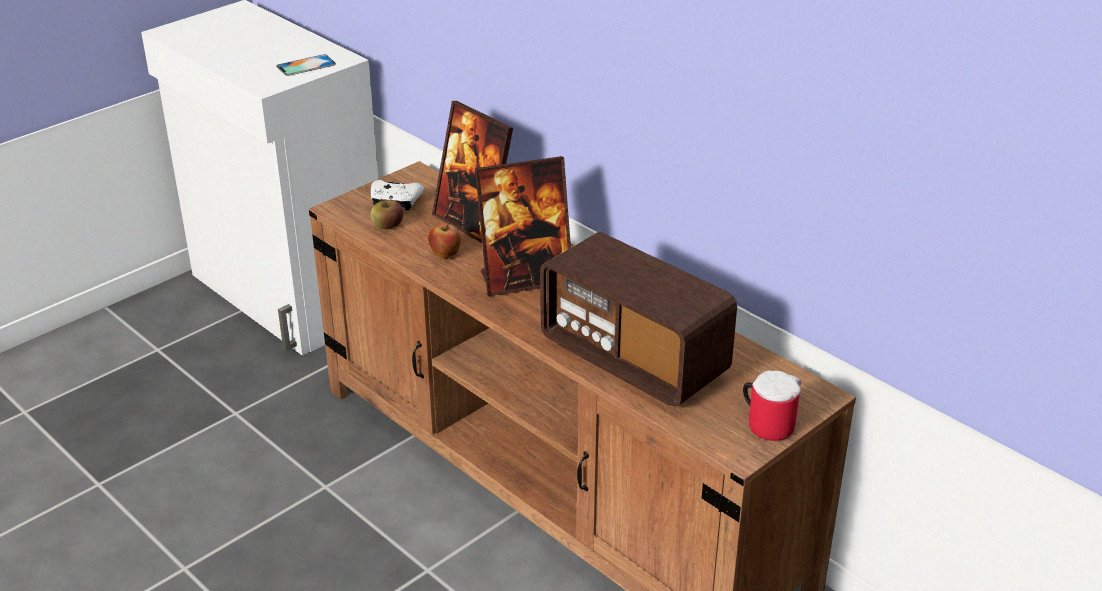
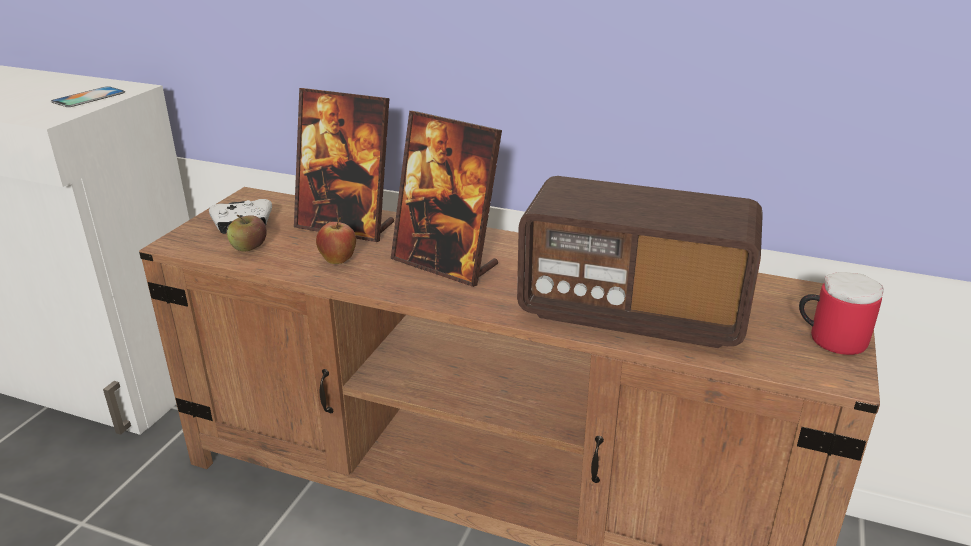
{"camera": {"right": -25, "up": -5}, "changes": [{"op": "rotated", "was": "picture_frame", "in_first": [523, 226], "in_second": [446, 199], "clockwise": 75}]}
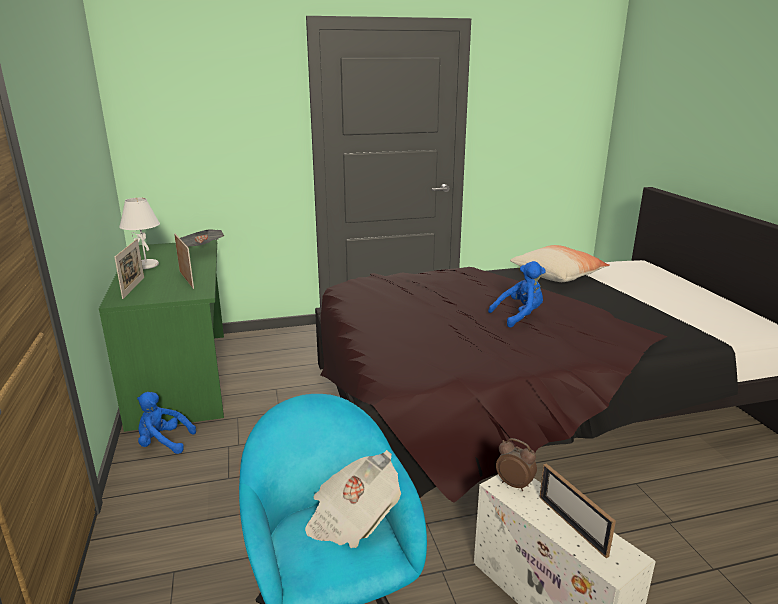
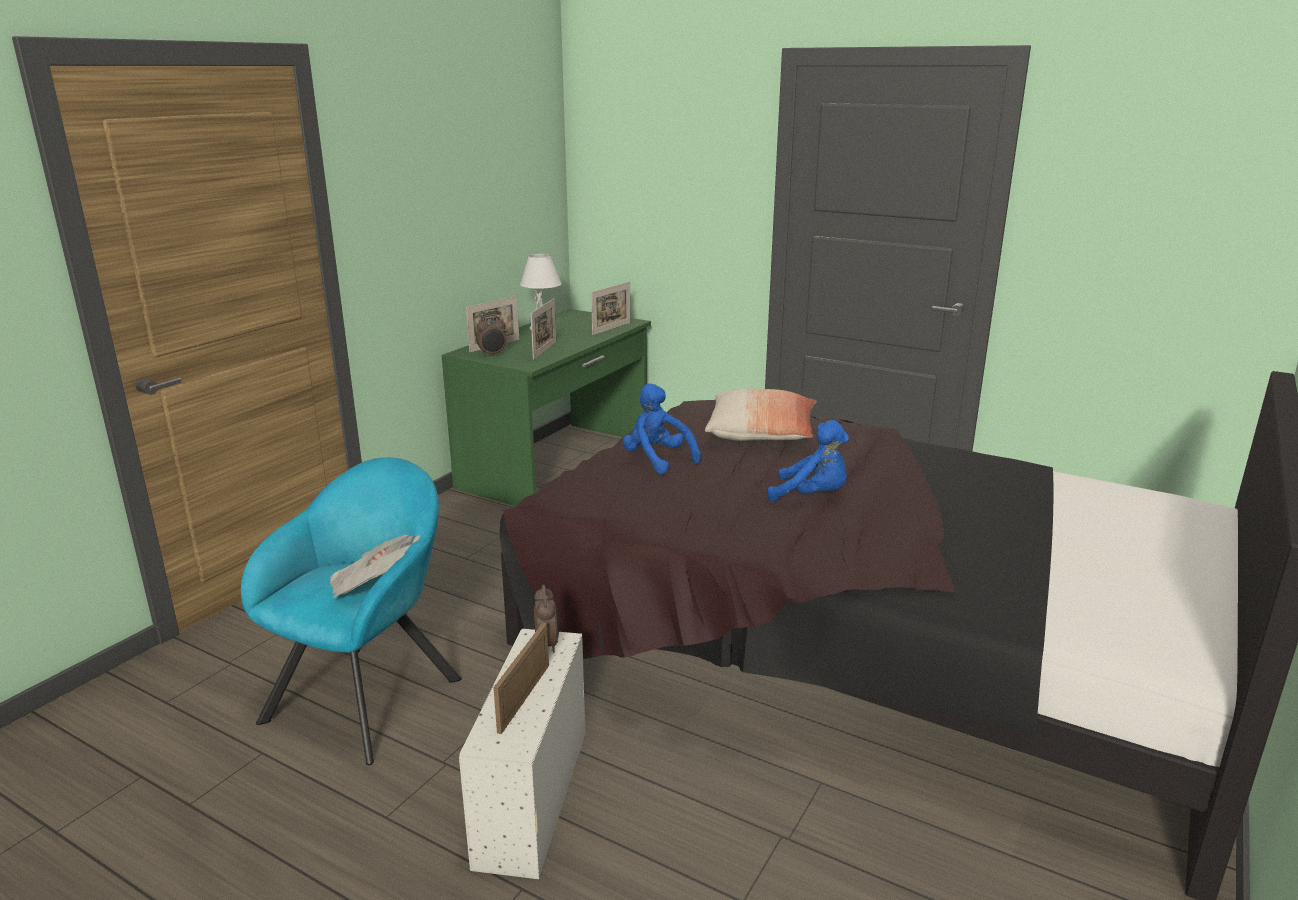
{"camera": {"right": 45, "up": 0}, "changes": [{"op": "shifted", "was": "blue_plush_toy", "in_first": [166, 423], "in_second": [661, 429]}, {"op": "swapped", "was": "newspaper", "now": "picture_frame", "in_first": [202, 238], "in_second": [610, 308]}, {"op": "shifted", "was": "pillow", "in_first": [560, 263], "in_second": [761, 415]}, {"op": "new", "now": "alarm_clock", "in_second": [491, 336]}]}
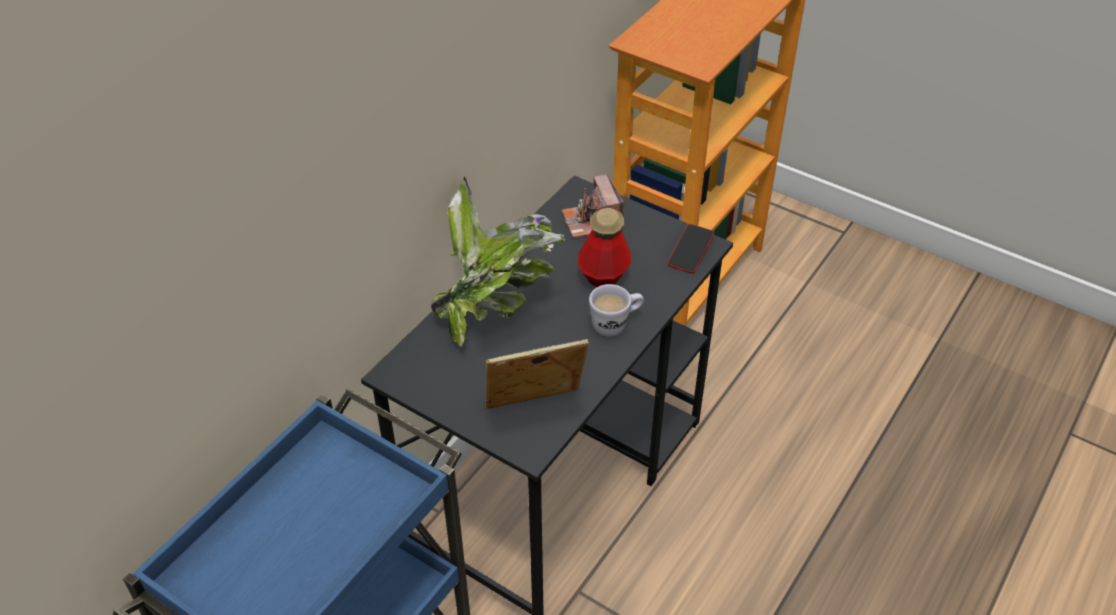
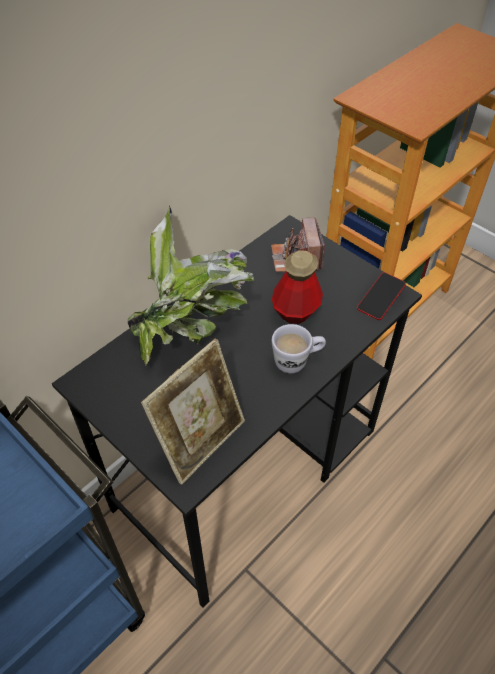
{"camera": {"right": 10, "up": 5}, "changes": [{"op": "rotated", "was": "picture_frame", "in_first": [537, 374], "in_second": [193, 412], "clockwise": 135}]}
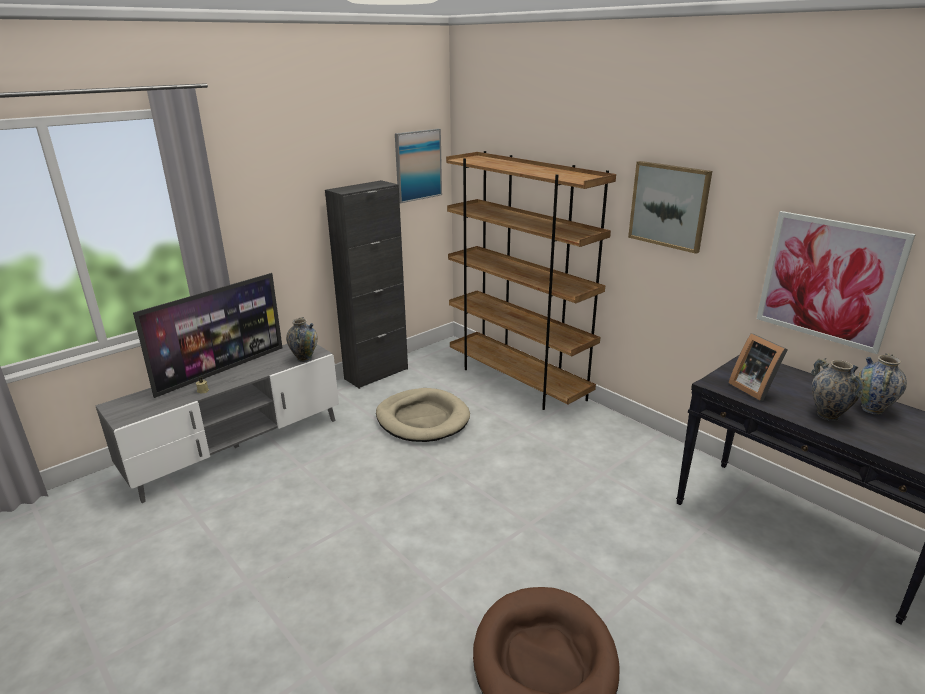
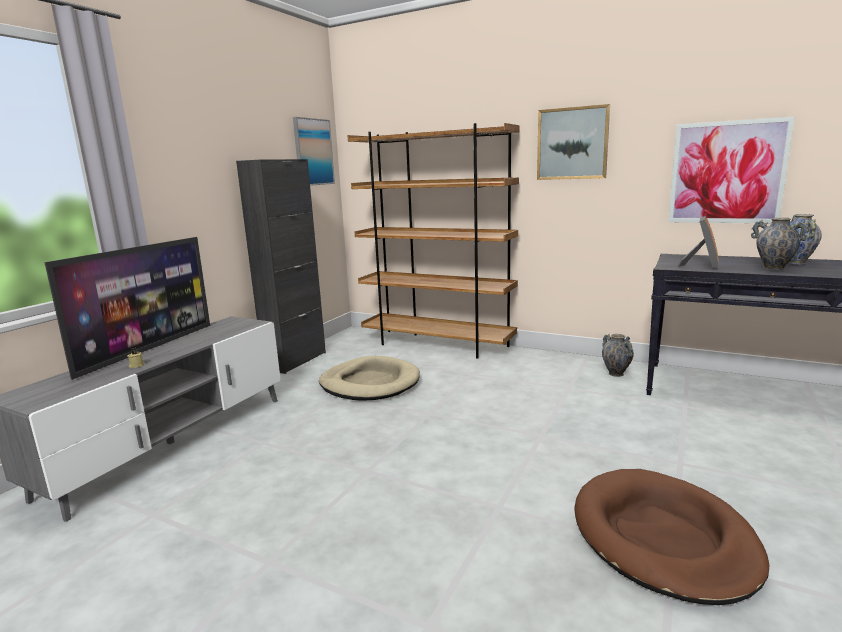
{"camera": {"right": -20, "up": -10}, "changes": [{"op": "shifted", "was": "vase", "in_first": [302, 339], "in_second": [618, 355]}, {"op": "rotated", "was": "picture_frame", "in_first": [758, 367], "in_second": [698, 242], "clockwise": -105}]}
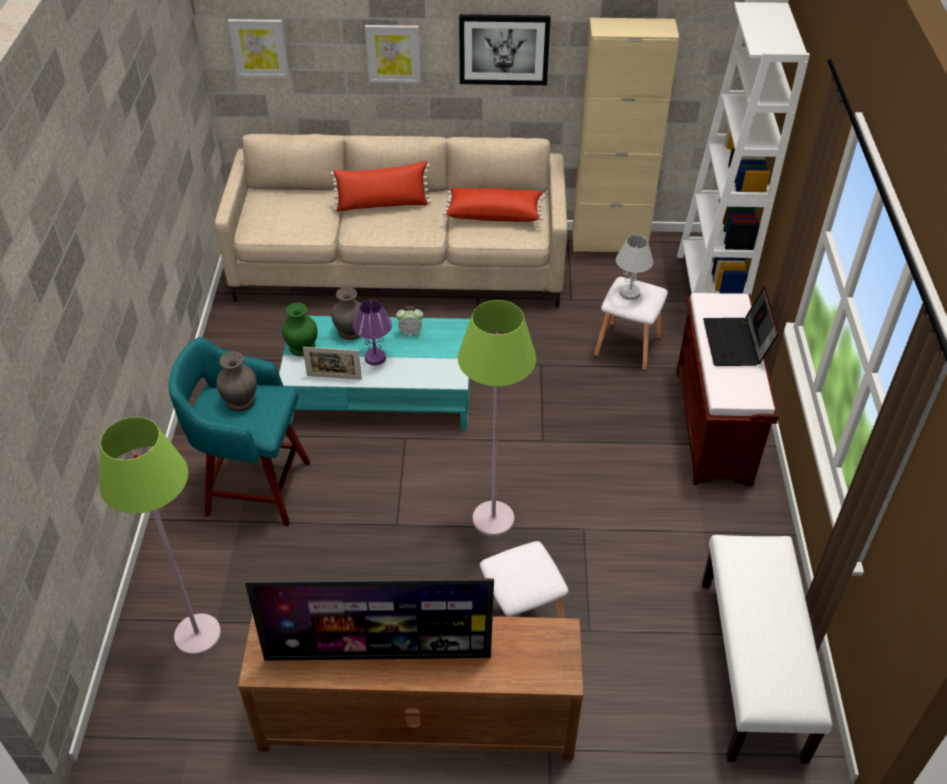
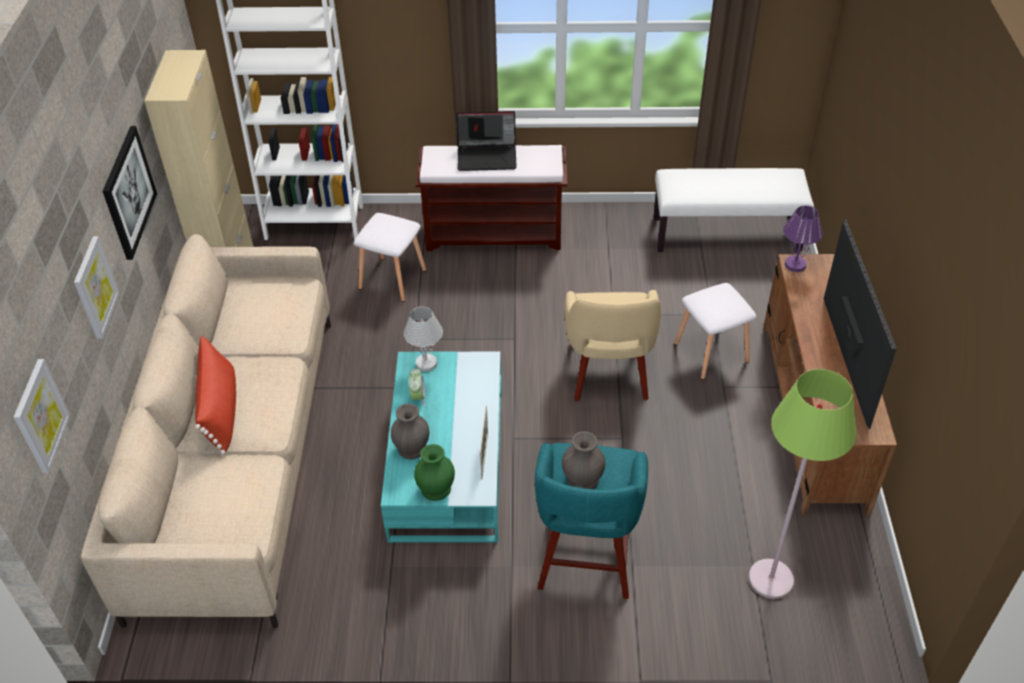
{"camera": {"right": -90, "up": 0}, "changes": [{"op": "shifted", "was": "purple_table_lamp", "in_first": [372, 332], "in_second": [803, 238]}, {"op": "gone", "was": "red_pillow", "in_first": [494, 205]}, {"op": "swapped", "was": "green_floor_lamp", "now": "beige_armchair", "in_first": [497, 418], "in_second": [612, 345]}, {"op": "shifted", "was": "white_table_lamp", "in_first": [634, 267], "in_second": [423, 339]}]}
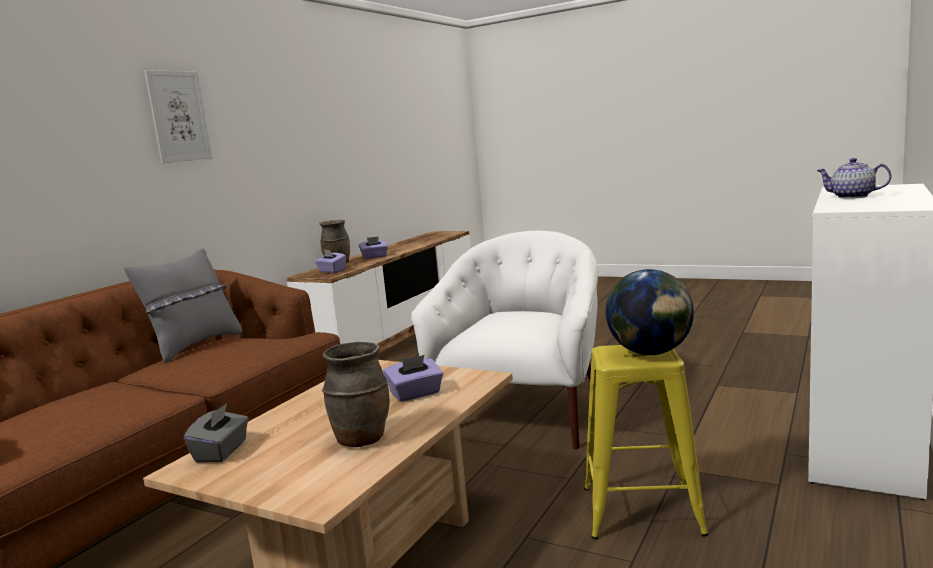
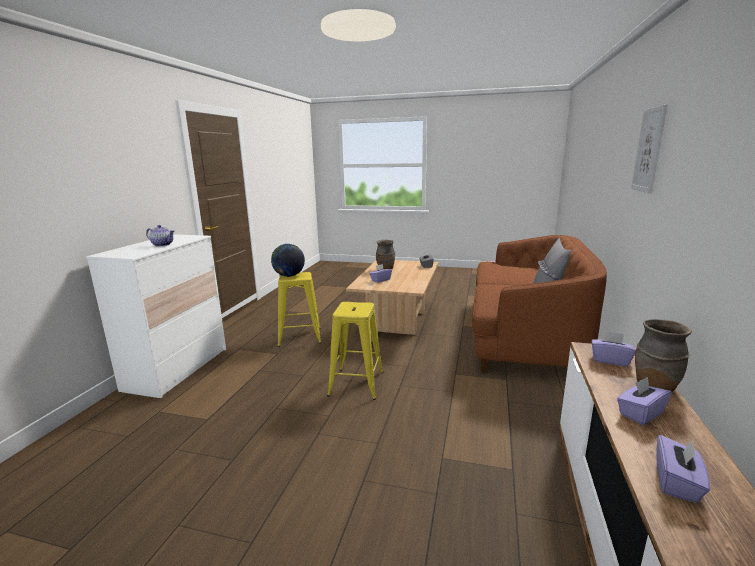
{"camera": {"right": 165, "up": 5}, "changes": [{"op": "swapped", "was": "white_armchair", "now": "yellow_stool", "in_first": [505, 340], "in_second": [355, 351]}, {"op": "new", "now": "purple_tissue_box", "in_second": [683, 469]}]}
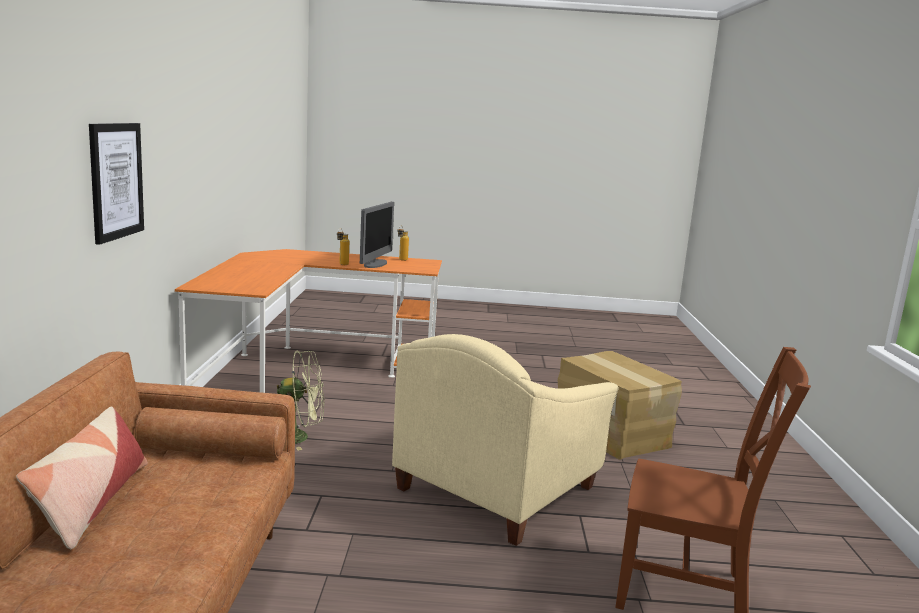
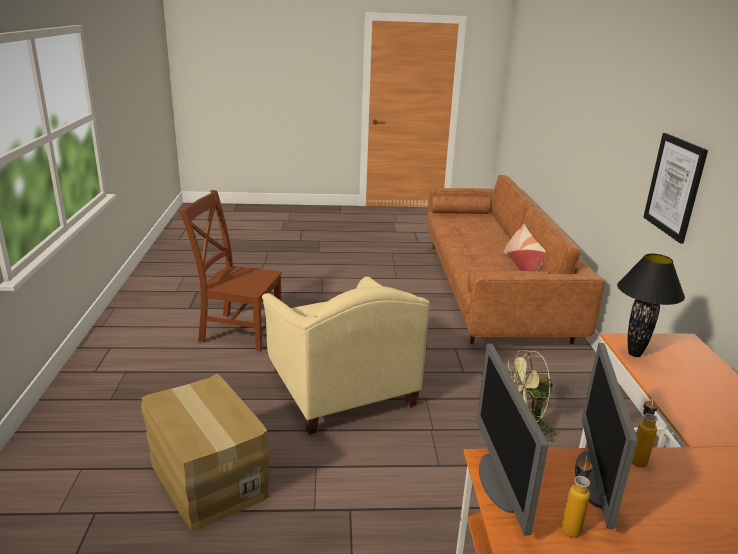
{"camera": {"right": 175, "up": 10}, "changes": [{"op": "rotated", "was": "beige_armchair", "in_first": [505, 440], "in_second": [346, 355], "clockwise": 120}, {"op": "new", "now": "monitor", "in_second": [512, 439]}, {"op": "new", "now": "black_table_lamp", "in_second": [651, 305]}]}
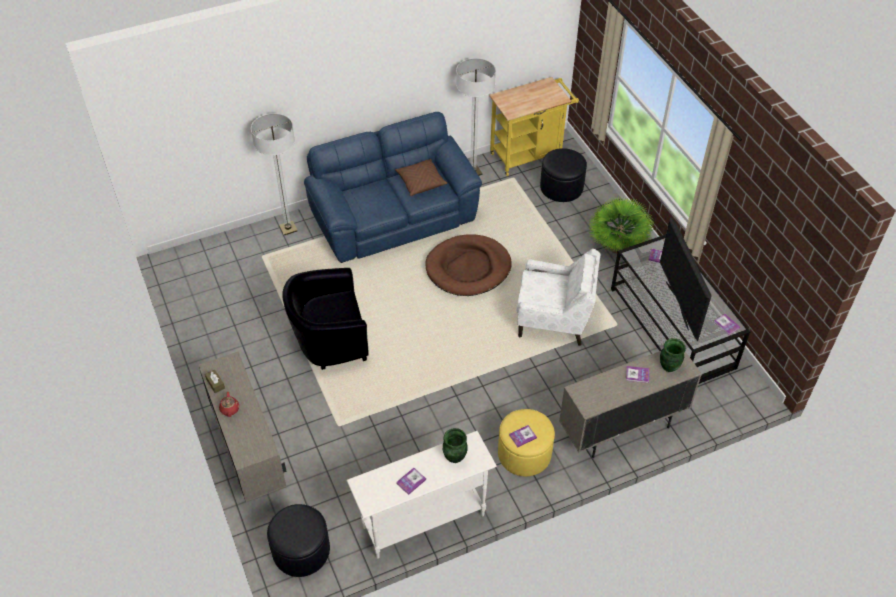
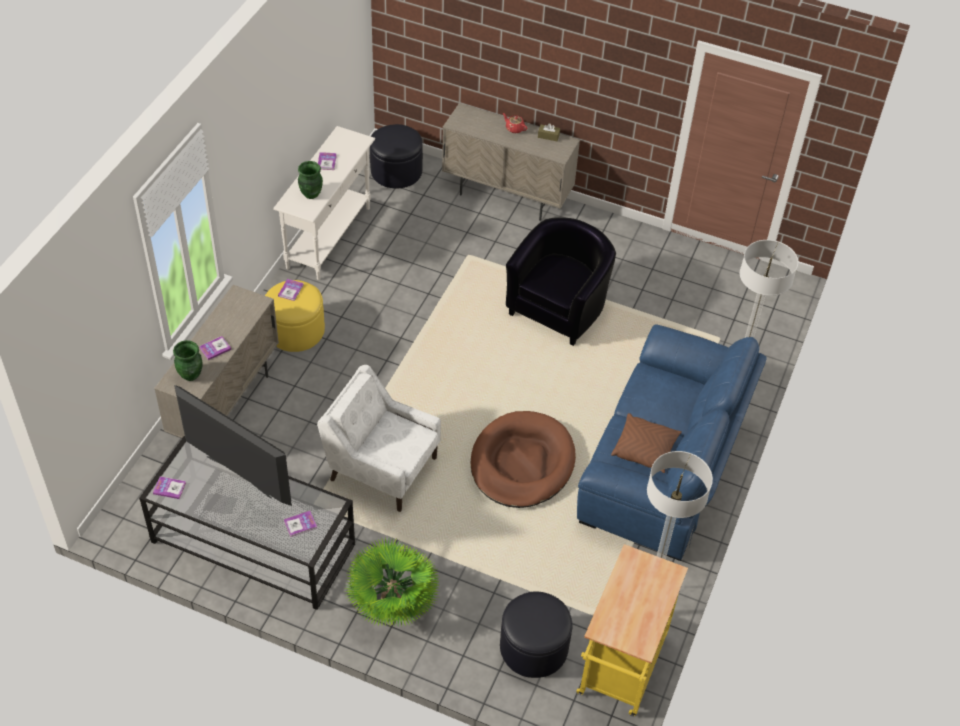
{"camera": {"right": 135, "up": 0}, "changes": [{"op": "rotated", "was": "white_armchair", "in_first": [558, 297], "in_second": [379, 438], "clockwise": 60}]}
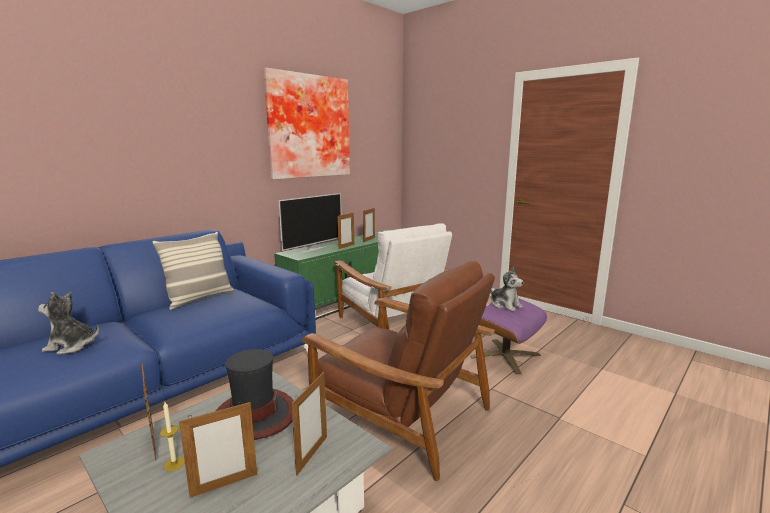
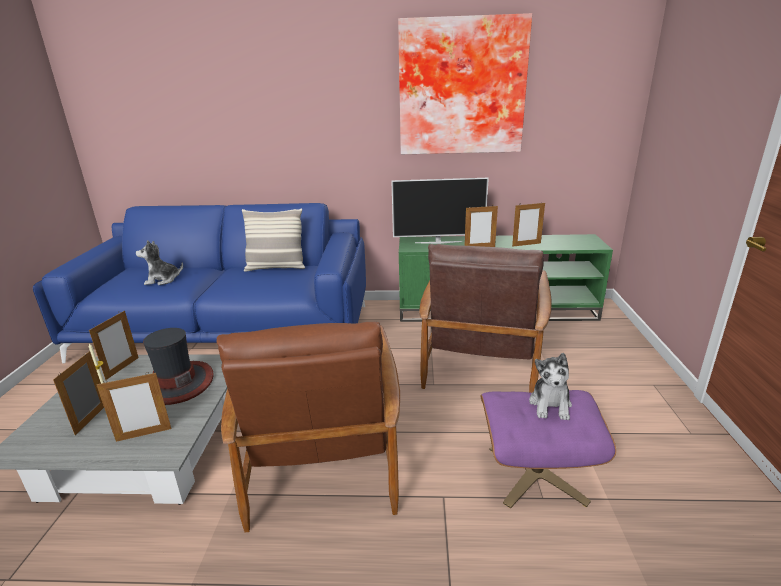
{"camera": {"right": 50, "up": 10}, "changes": [{"op": "rotated", "was": "plush_toy", "in_first": [68, 323], "in_second": [159, 262], "clockwise": -60}, {"op": "rotated", "was": "picture_frame", "in_first": [218, 450], "in_second": [78, 393], "clockwise": 75}, {"op": "repainted", "was": "white_armchair", "now": "brown_armchair", "in_first": [392, 276], "in_second": [485, 318]}]}
